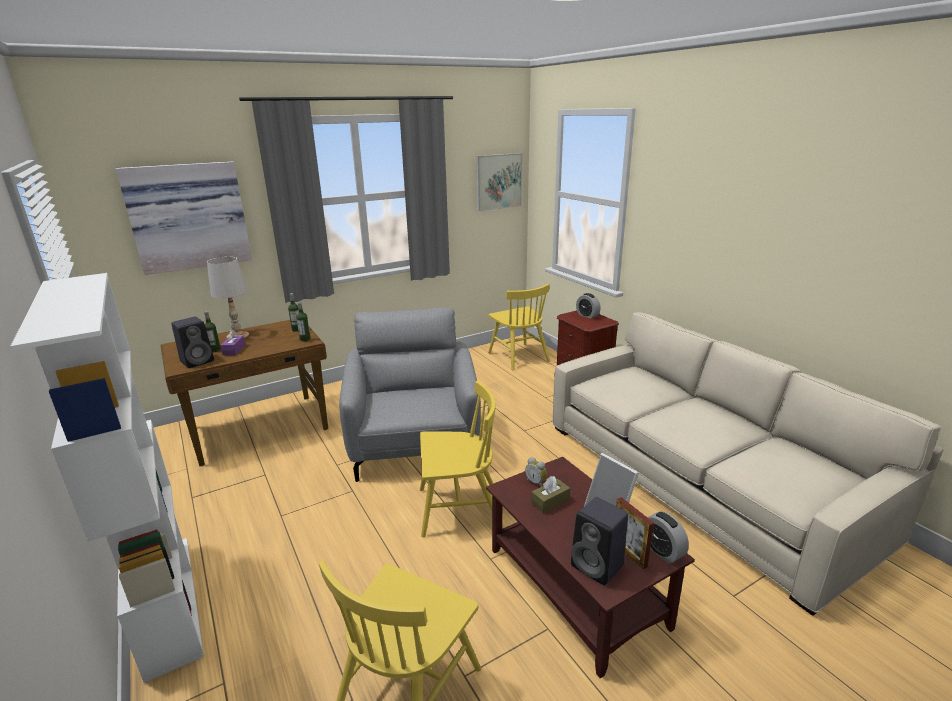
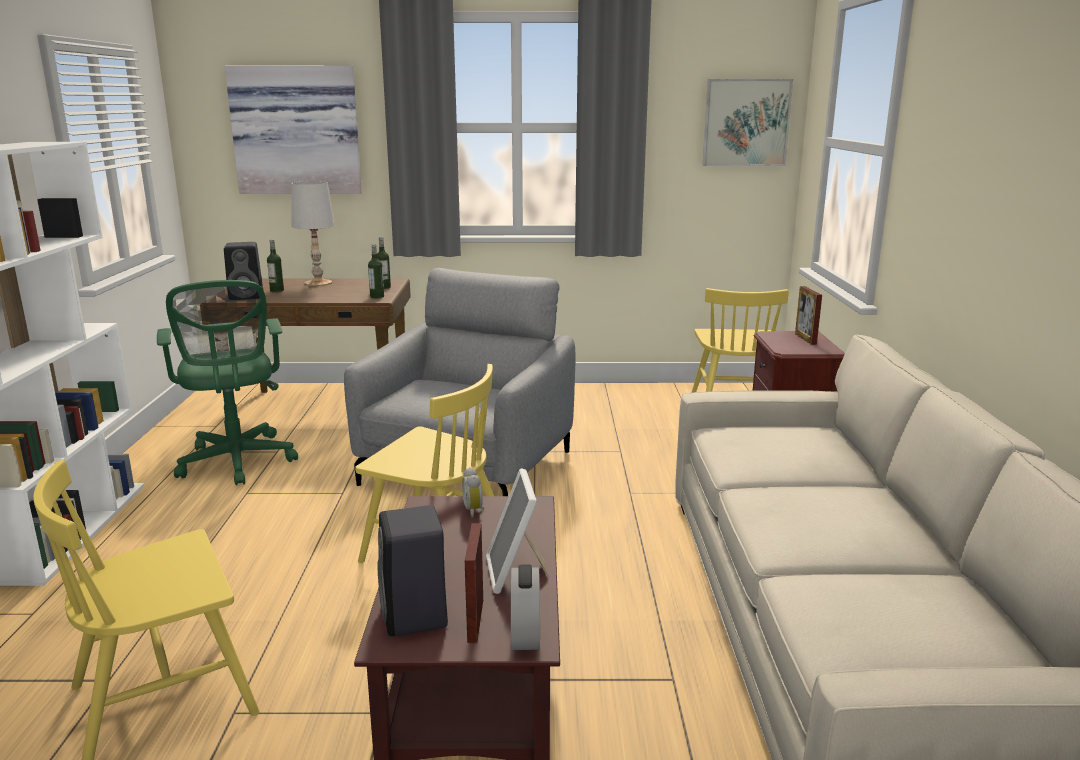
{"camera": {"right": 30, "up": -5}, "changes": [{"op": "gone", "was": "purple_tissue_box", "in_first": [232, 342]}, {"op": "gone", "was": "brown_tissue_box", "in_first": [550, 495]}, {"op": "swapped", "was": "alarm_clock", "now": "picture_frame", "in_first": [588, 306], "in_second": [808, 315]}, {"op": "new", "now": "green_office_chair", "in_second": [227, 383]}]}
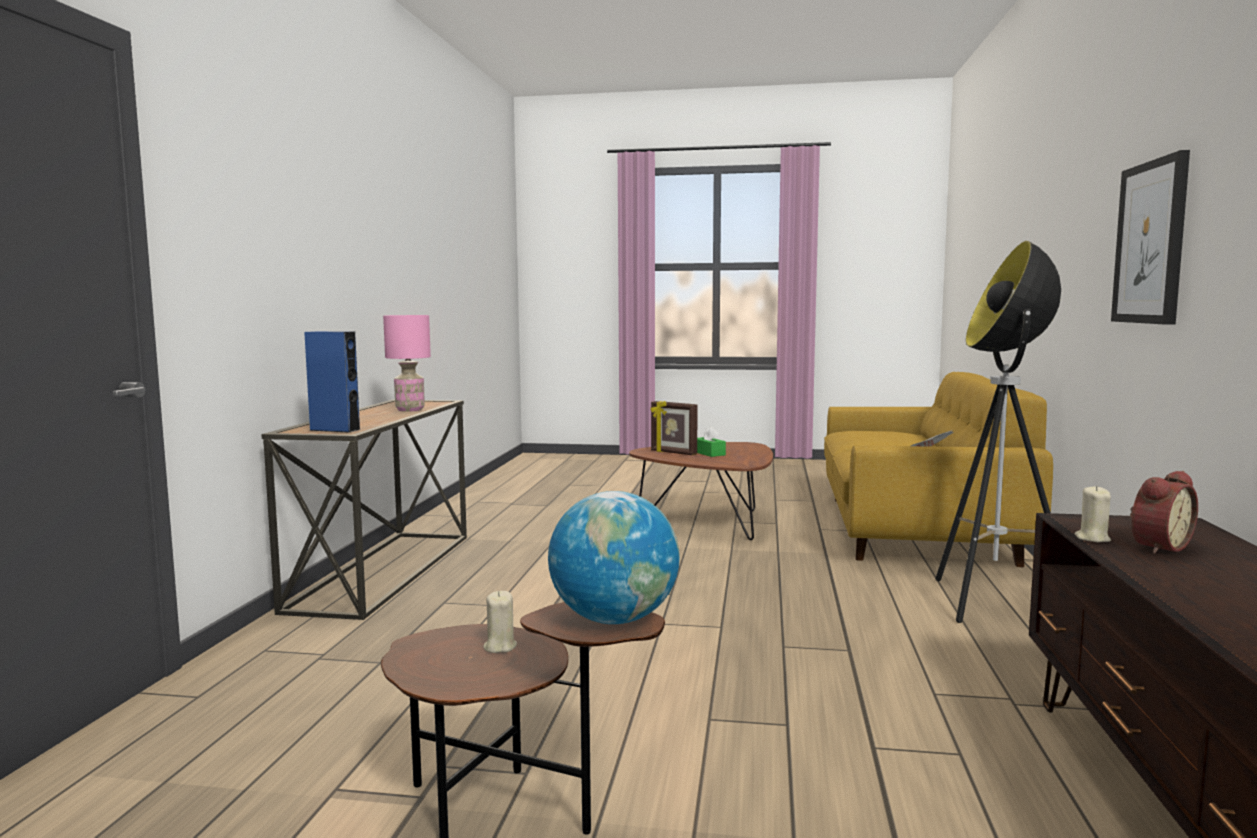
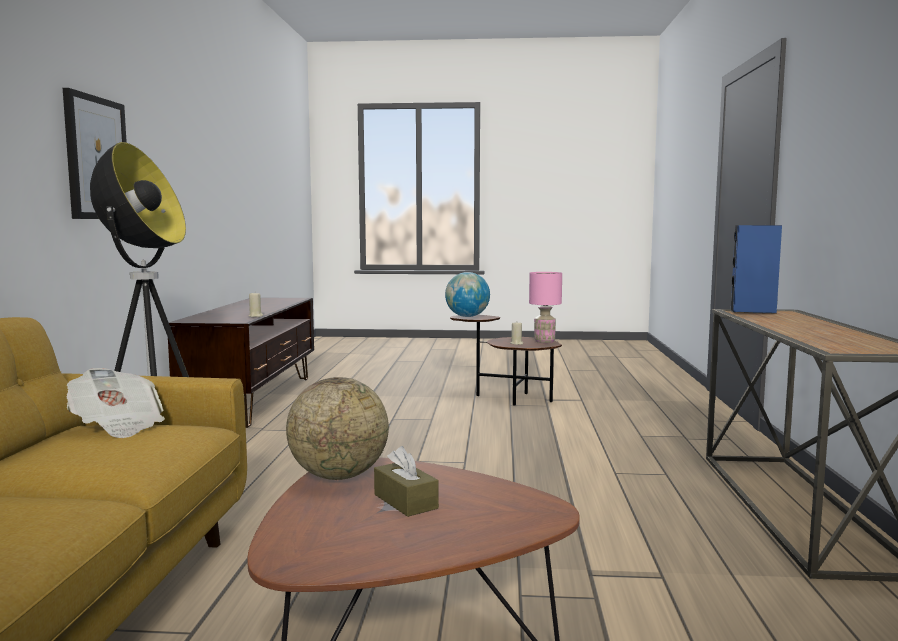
{"camera": {"right": 175, "up": 0}, "changes": [{"op": "shifted", "was": "pink_table_lamp", "in_first": [407, 363], "in_second": [545, 307]}, {"op": "gone", "was": "picture_frame", "in_first": [674, 428]}, {"op": "repainted", "was": "green_tissue_box", "now": "brown_tissue_box", "in_first": [711, 441], "in_second": [406, 481]}, {"op": "gone", "was": "alarm_clock", "in_first": [1164, 512]}, {"op": "new", "now": "globe", "in_second": [337, 428]}]}
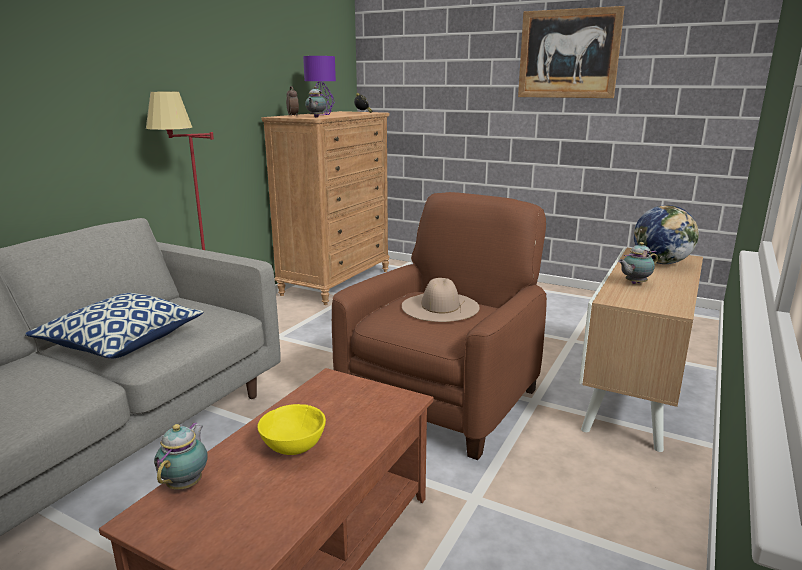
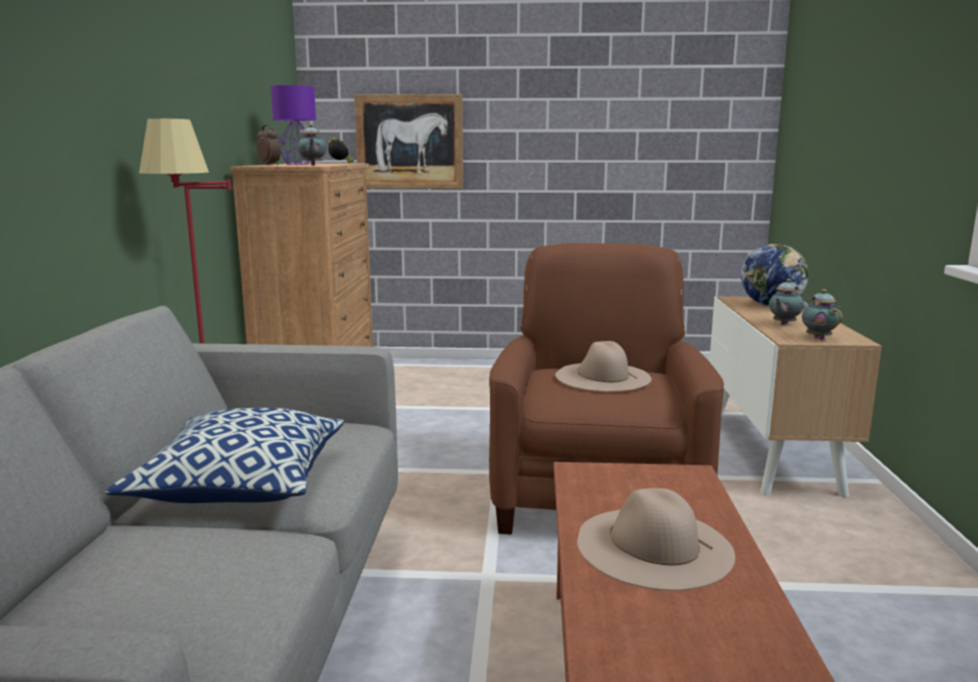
{"camera": {"right": -25, "up": -5}, "changes": [{"op": "shifted", "was": "teapot", "in_first": [180, 456], "in_second": [821, 314]}, {"op": "swapped", "was": "yellow_bowl", "now": "beige_hat", "in_first": [291, 429], "in_second": [656, 539]}, {"op": "shifted", "was": "picture", "in_first": [571, 52], "in_second": [408, 141]}]}
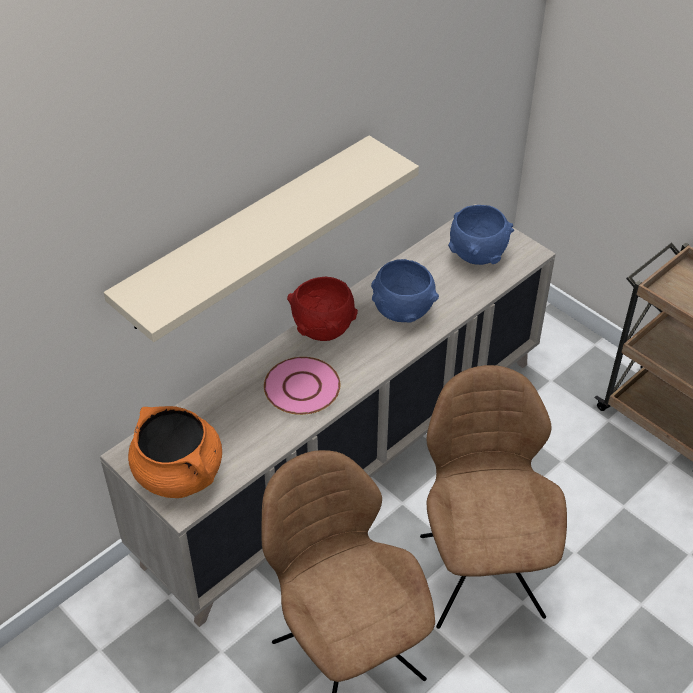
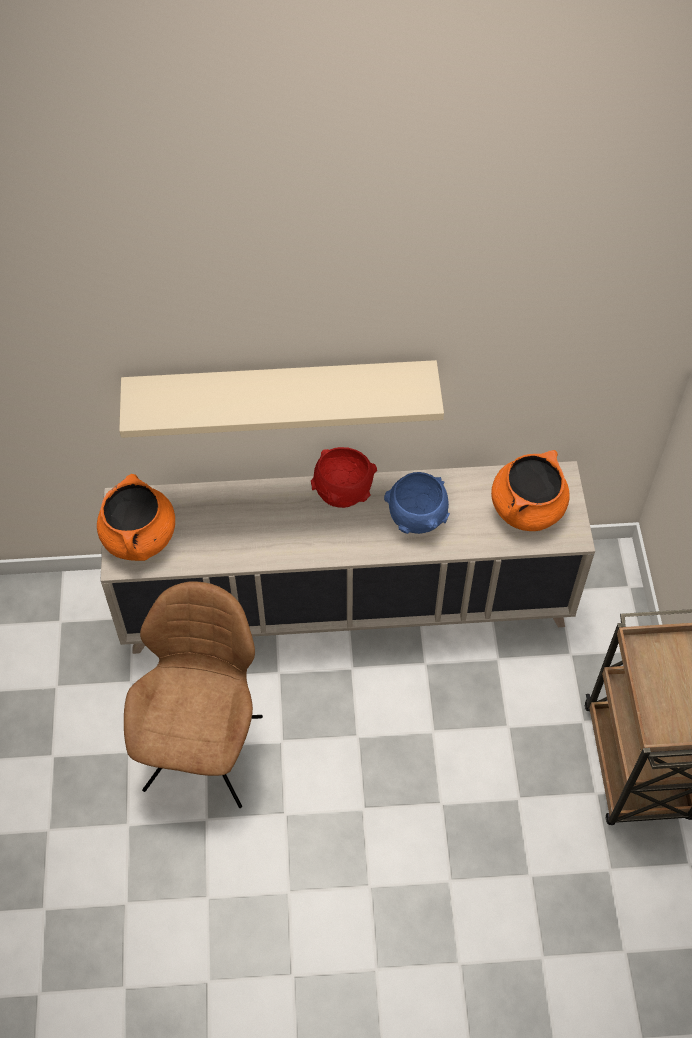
{"camera": {"right": 40, "up": 10}, "changes": [{"op": "gone", "was": "pink_plate", "in_first": [302, 386]}, {"op": "gone", "was": "brown_chair", "in_first": [493, 497]}, {"op": "swapped", "was": "blue_bowl", "now": "orange_cooking_pot", "in_first": [481, 235], "in_second": [530, 490]}]}
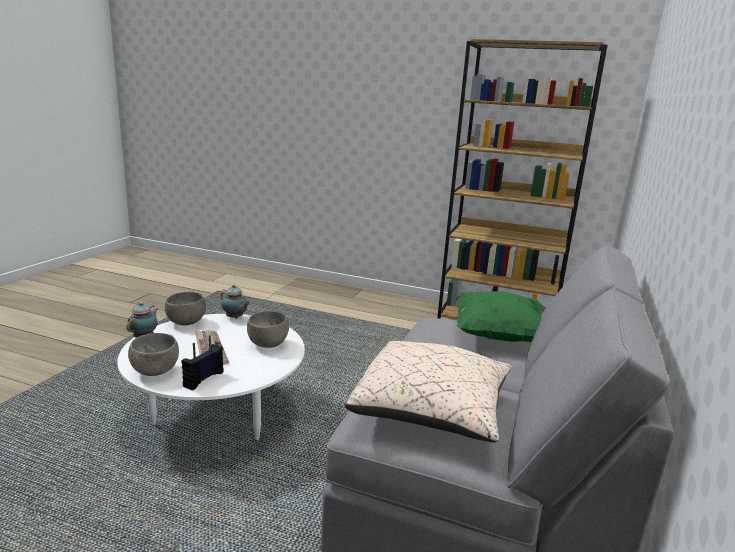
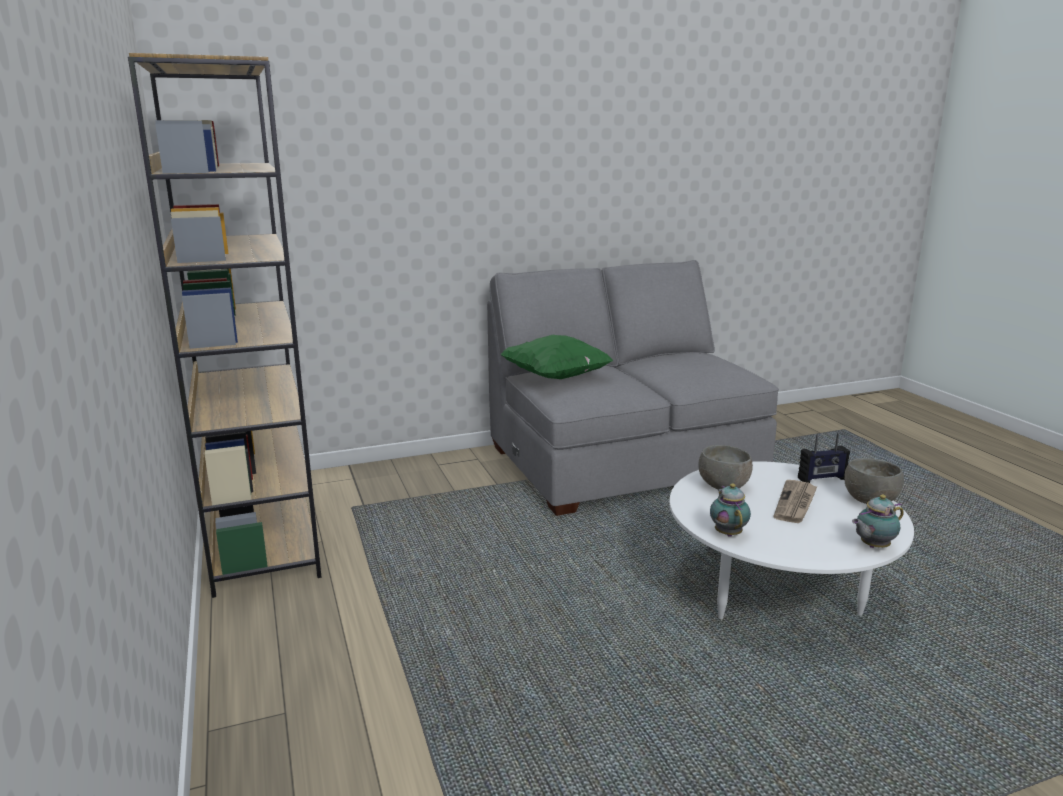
{"camera": {"right": -130, "up": 0}, "changes": [{"op": "gone", "was": "grey_bowl", "in_first": [185, 309]}, {"op": "gone", "was": "beige_pillow", "in_first": [428, 391]}]}
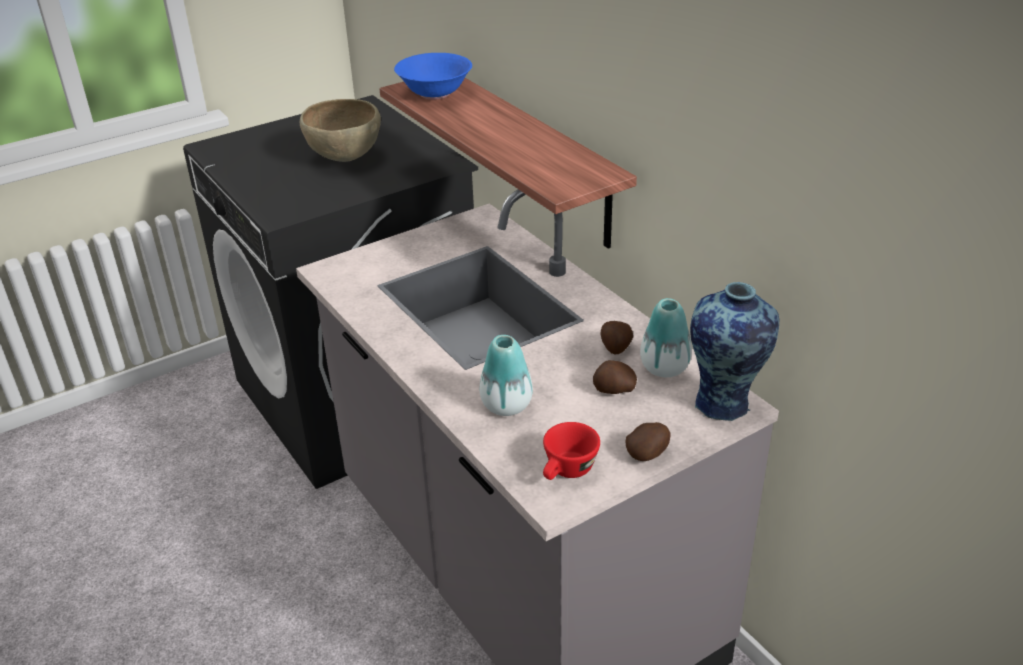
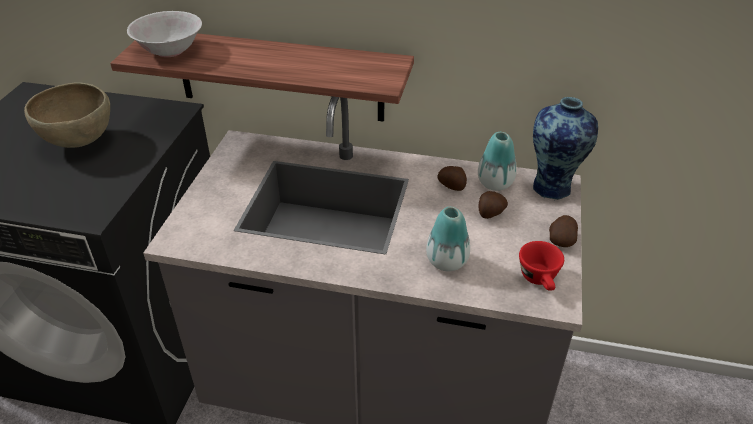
{"camera": {"right": -45, "up": 5}, "changes": [{"op": "repainted", "was": "blue_bowl", "now": "white_bowl", "in_first": [433, 76], "in_second": [164, 34]}]}
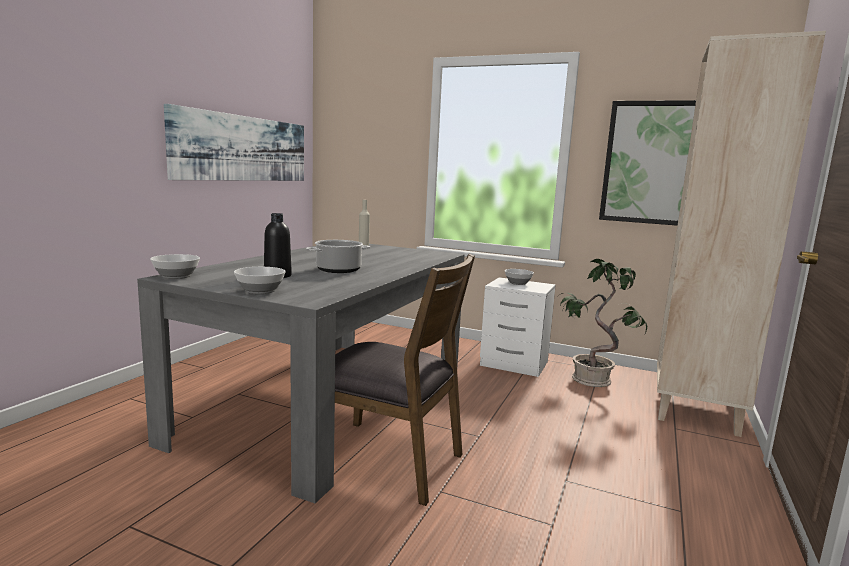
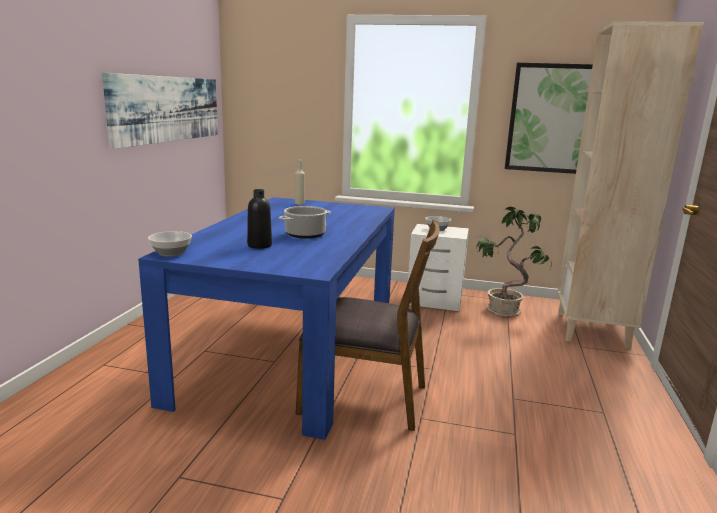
{"camera": {"right": -10, "up": 5}, "changes": [{"op": "repainted", "was": "grey_dining_table", "now": "blue_dining_table", "in_first": [301, 373], "in_second": [266, 318]}, {"op": "gone", "was": "bowl", "in_first": [260, 280]}]}
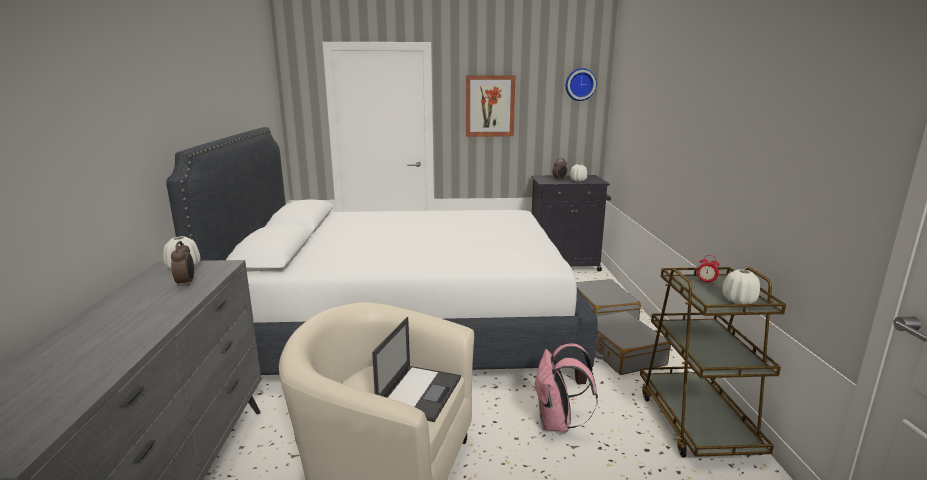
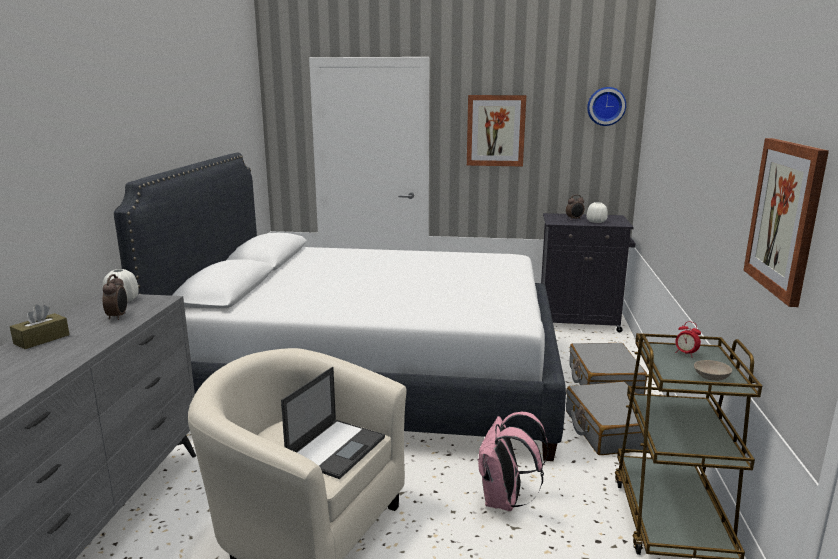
{"camera": {"right": 10, "up": 0}, "changes": [{"op": "swapped", "was": "white_vase", "now": "beige_bowl", "in_first": [741, 286], "in_second": [713, 370]}, {"op": "new", "now": "brown_tissue_box", "in_second": [40, 327]}, {"op": "new", "now": "picture", "in_second": [786, 222]}]}
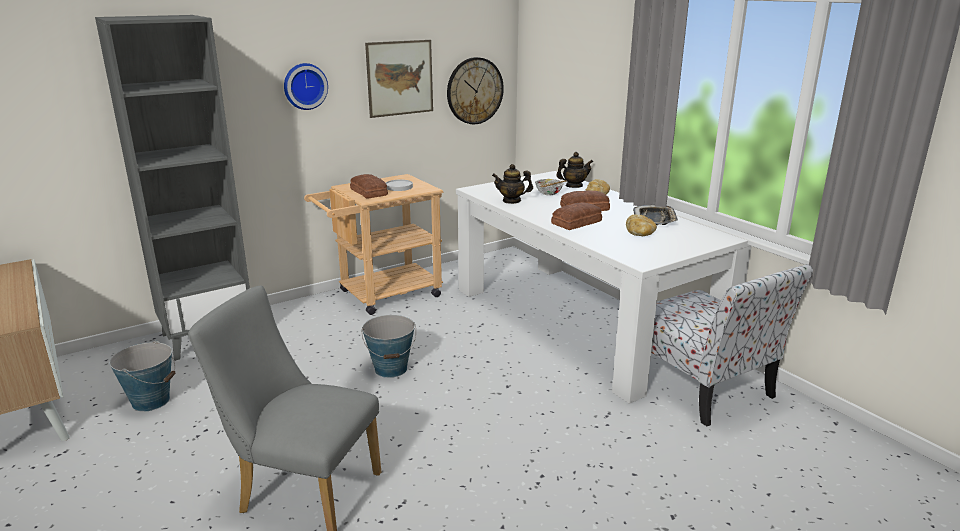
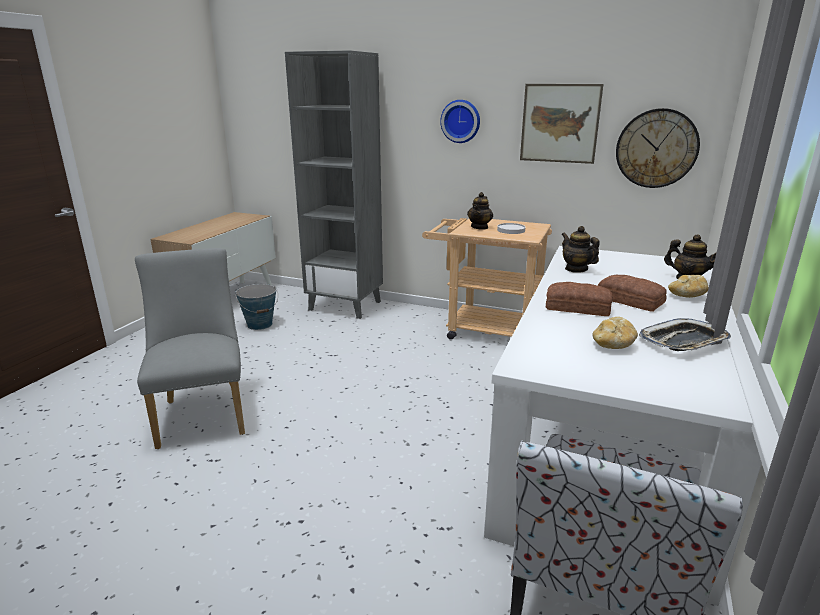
{"camera": {"right": 55, "up": 0}, "changes": [{"op": "swapped", "was": "bread", "now": "teapot", "in_first": [369, 186], "in_second": [480, 211]}, {"op": "gone", "was": "bucket", "in_first": [388, 346]}, {"op": "gone", "was": "bowl", "in_first": [551, 187]}]}
